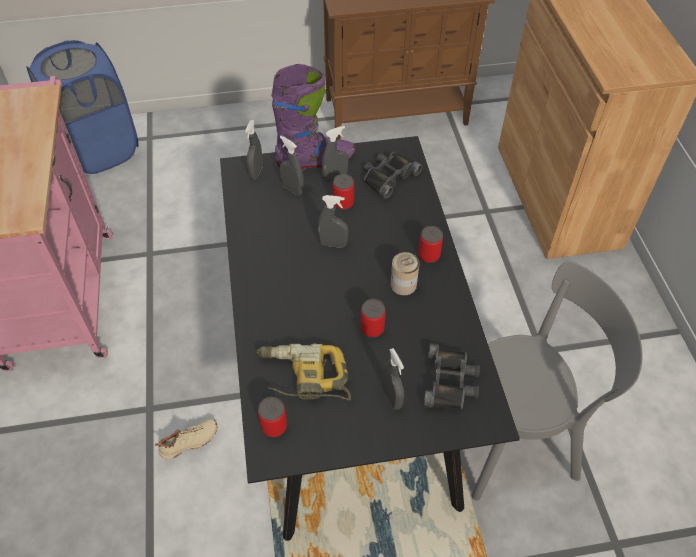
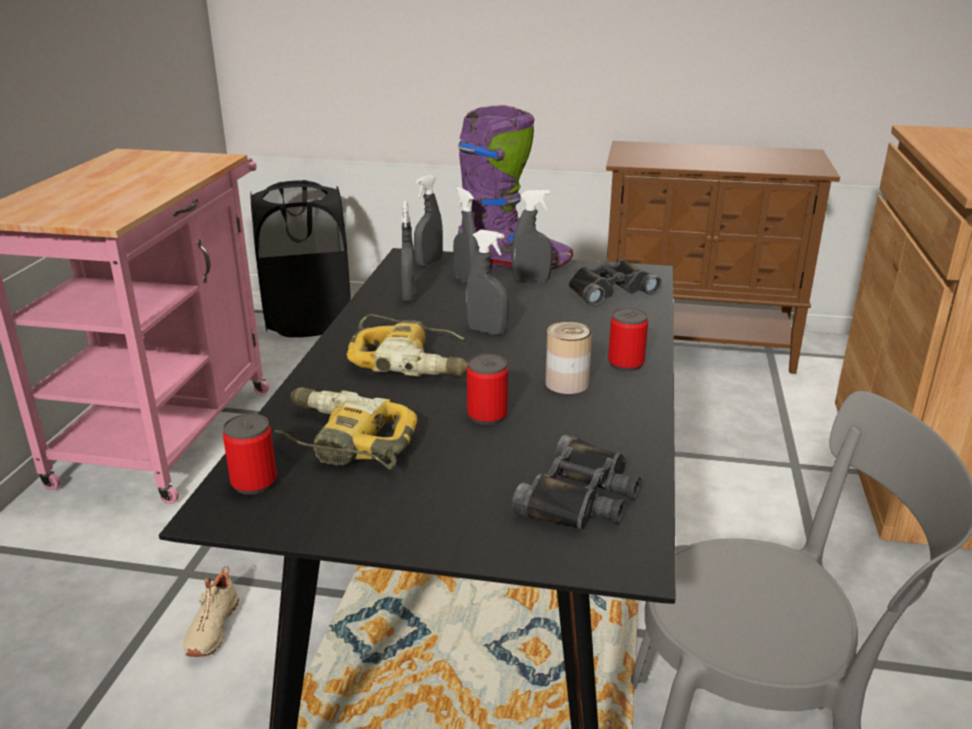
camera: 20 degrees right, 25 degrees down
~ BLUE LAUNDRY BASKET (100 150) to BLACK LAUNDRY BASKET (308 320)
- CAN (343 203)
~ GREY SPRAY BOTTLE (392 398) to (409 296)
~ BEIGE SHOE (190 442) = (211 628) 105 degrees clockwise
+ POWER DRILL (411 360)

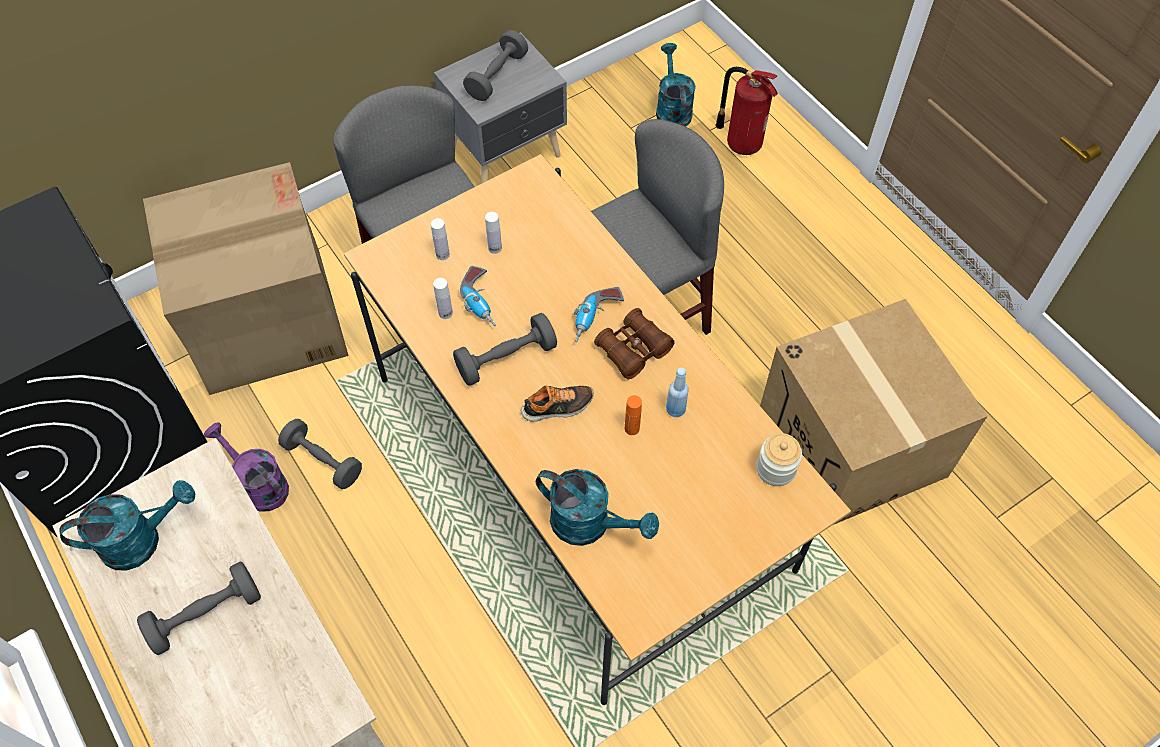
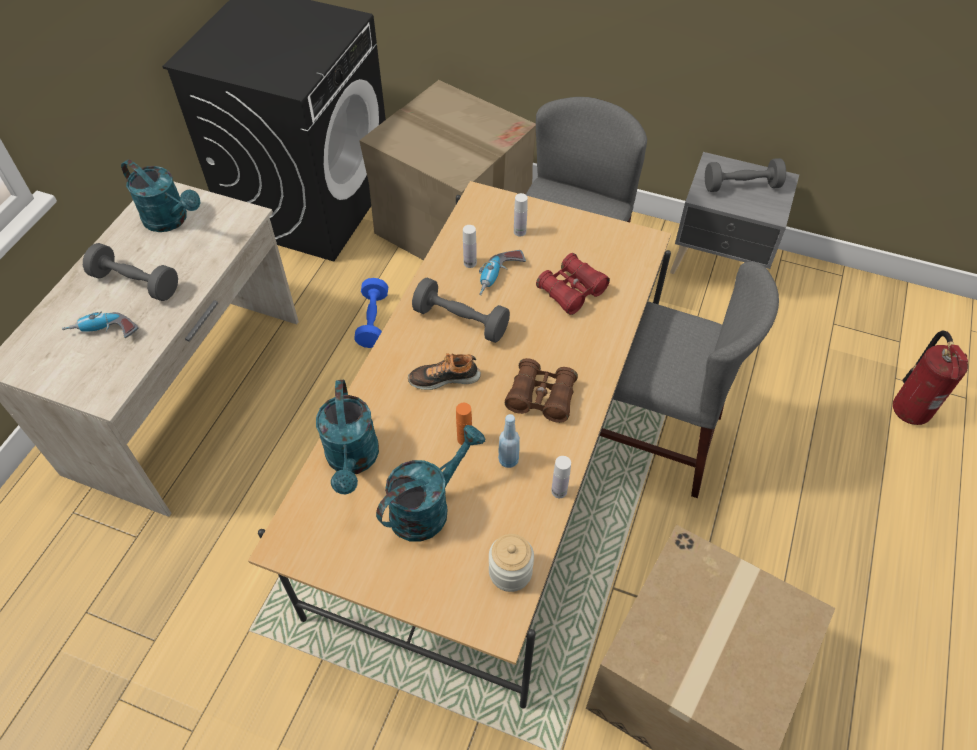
camera: 55 degrees right, 5 degrees down
~ TURQUOISE WATERING CAN (672 109) to (428 506)
~ WHITE BOTTLE (495 248) to (559 491)
~ POWER DRILL (596 319) to (104 333)
~ SHOE (557 407) = (444 378) 135 degrees clockwise
~ GREY DUMBBELL (323 461) to BLUE DUMBBELL (373 321)
- PURPLE WATERING CAN (259 484)
+ RED BINOCULARS (571 291)

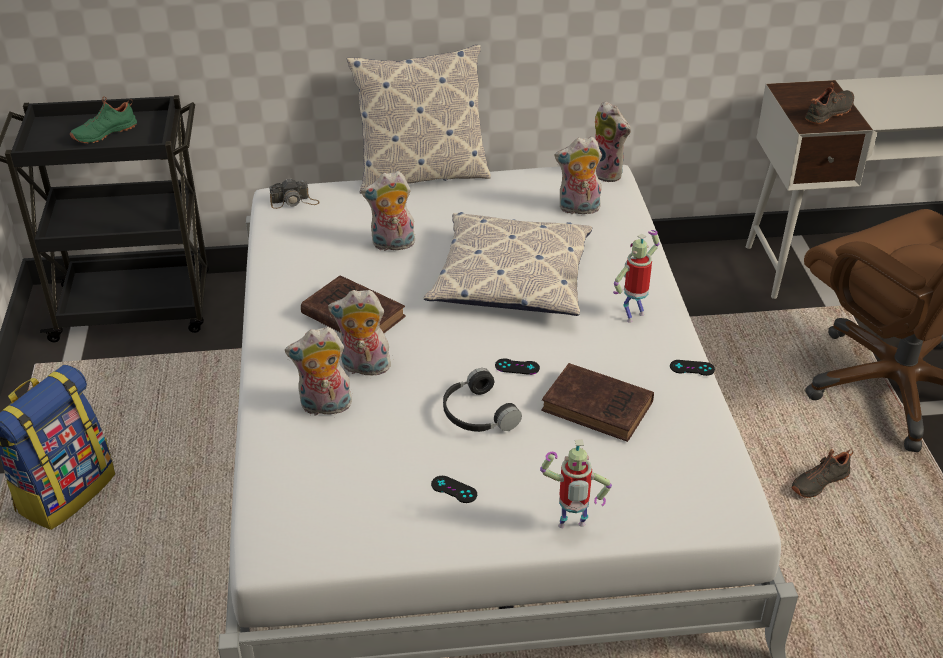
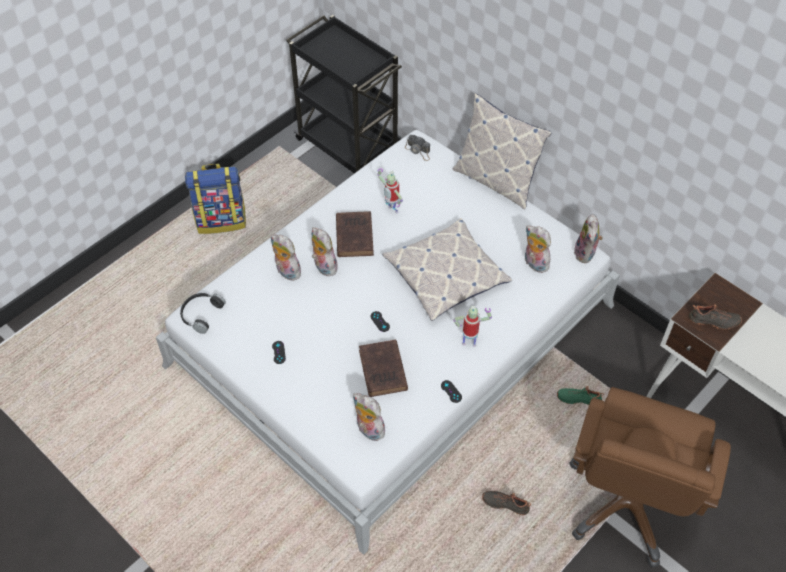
camera: 50 degrees right, 15 degrees up
~ GREEN SHOE (104 133) to (578 398)
~ PLUSH TOY (392 245) to (368 430)
~ BLACK HEADPHONES (476 414) to (201 314)
~ TOY ROBOT (571 528) to (391 210)

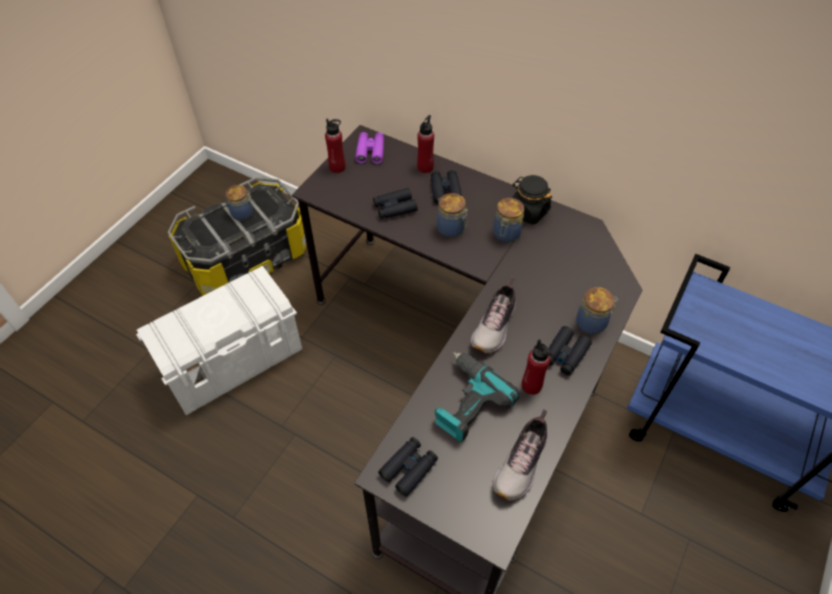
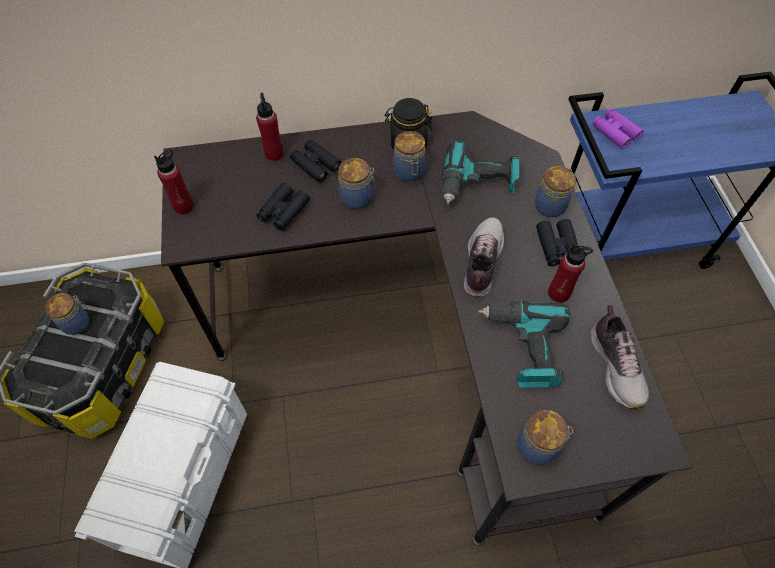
camera: 40 degrees left, 5 degrees up
~ PURPLE BINOCULARS (370 151) to (615 132)
~ SHOE (495 326) = (481 262) 150 degrees counterclockwise
~ BLACK BINOCULARS (409 468) to JAR (538 446)
+ POWER DRILL (477 184)

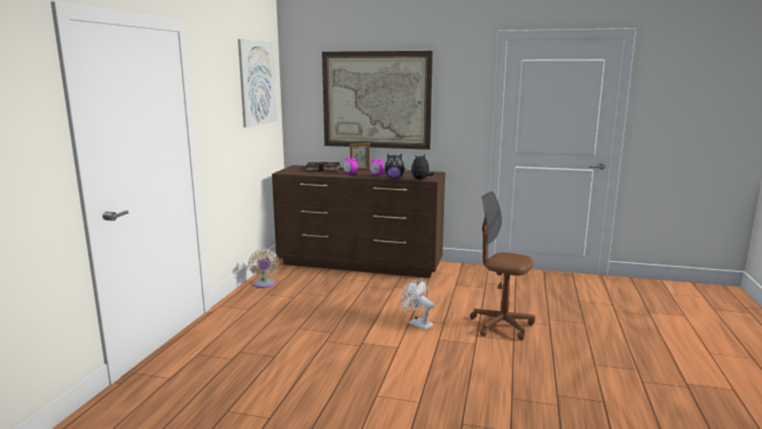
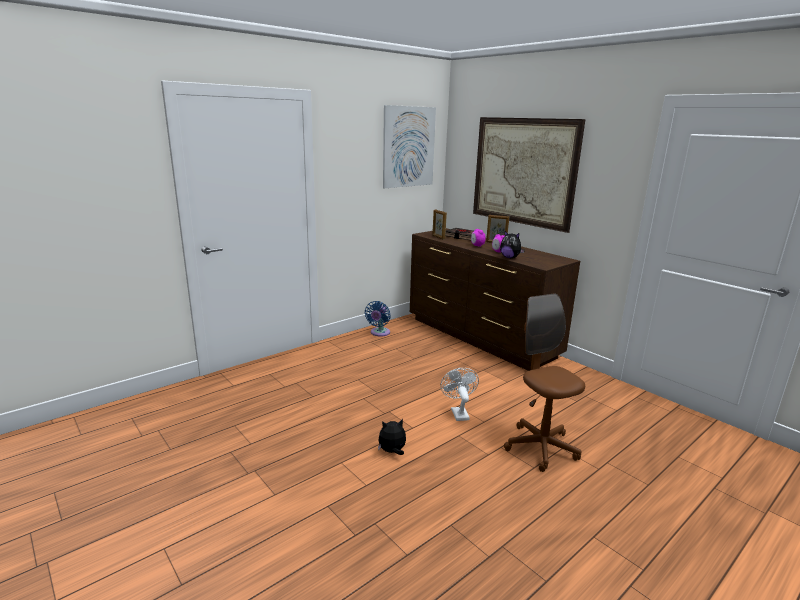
camera: 35 degrees right, 5 degrees up
~ PLUSH TOY (421 179) to (392 451)
~ BEIGE FAN (264 285) to BLUE FAN (379 333)
+ PICTURE FRAME (438 237)

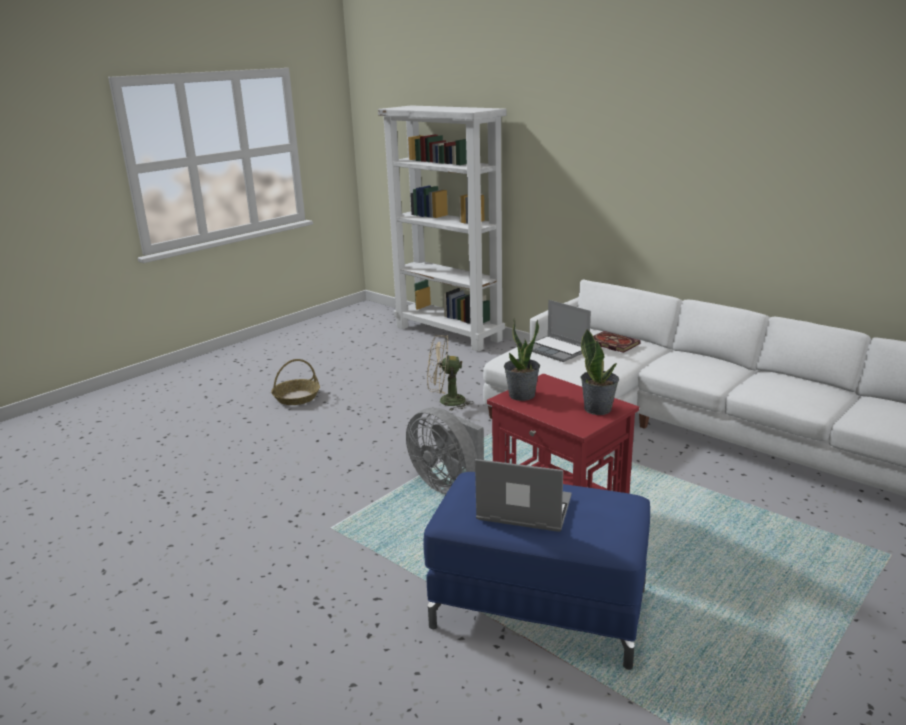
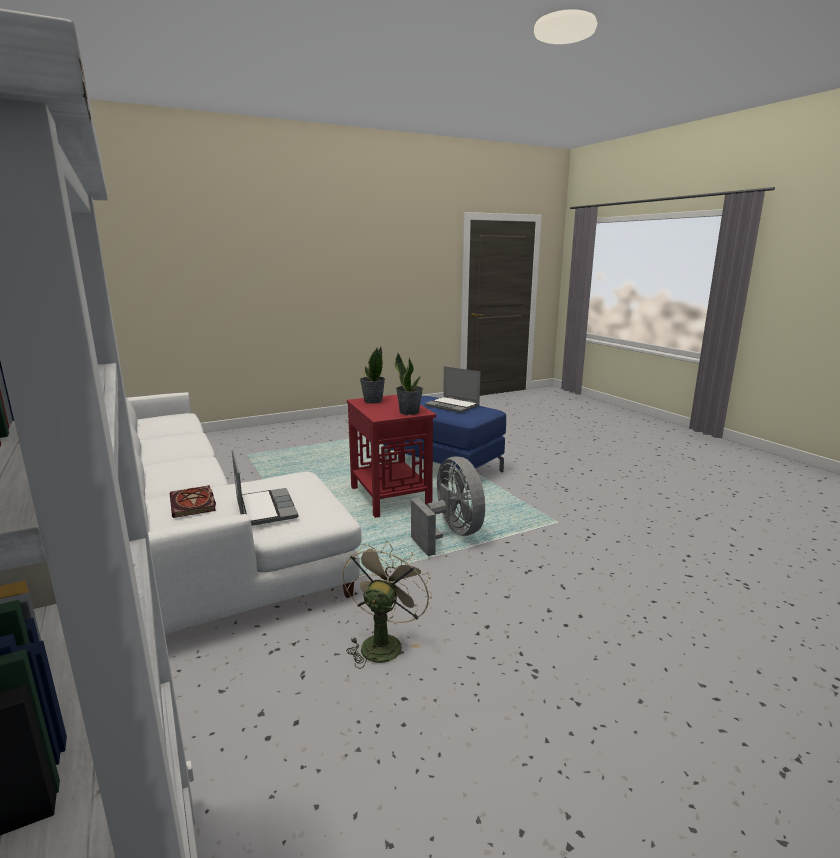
camera: 160 degrees left, 5 degrees down
~ BEIGE FAN (446 401) = (383 642) 90 degrees counterclockwise
- BASKET (297 397)

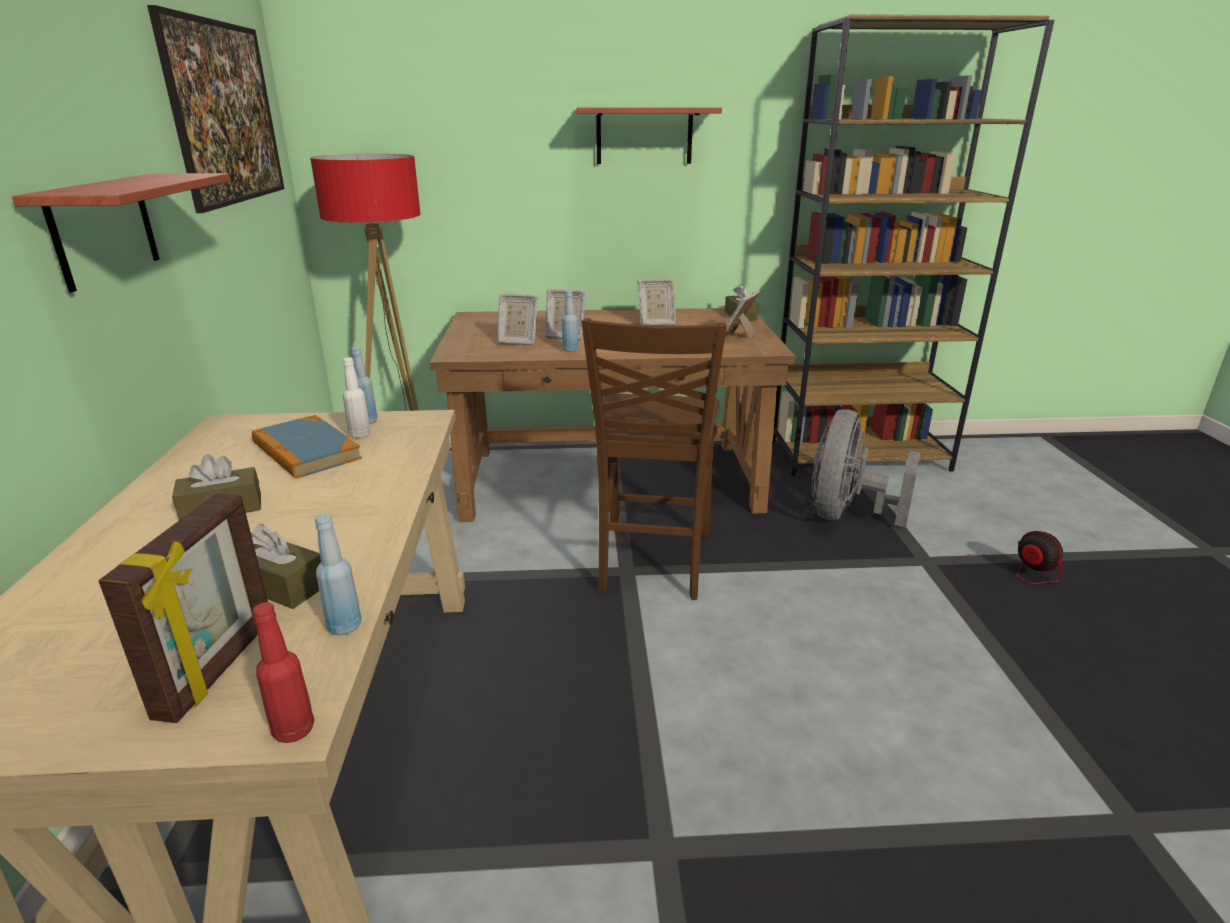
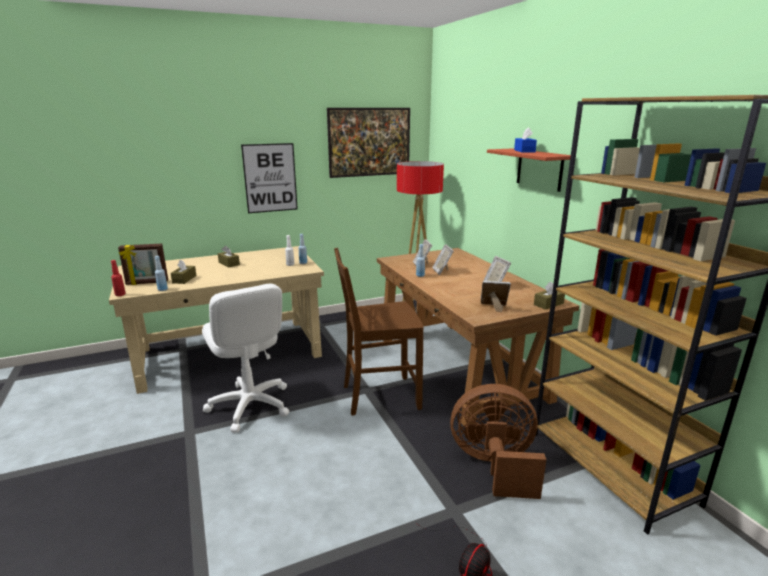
camera: 70 degrees right, 5 degrees down
~ SHELF (104 229) to PICTURE (270 178)
~ GREY FAN (846 514) to BROWN FAN (494 465)
- BOOK (306 451)
+ BLUE TISSUE BOX (524 151)
+ WHITE OFFICE CHAIR (250 405)

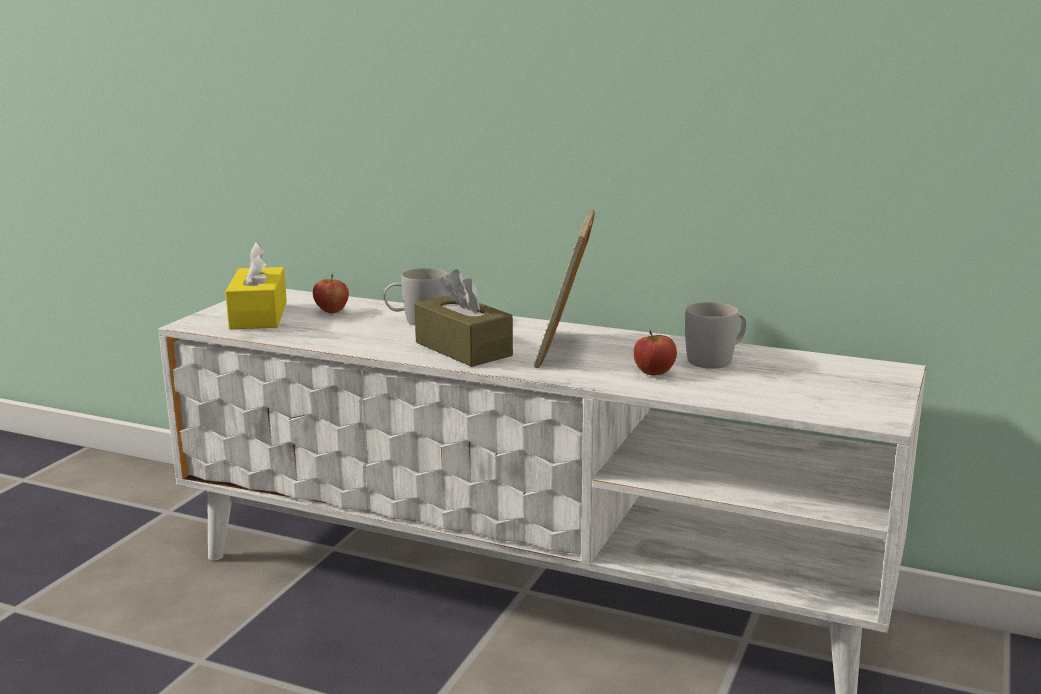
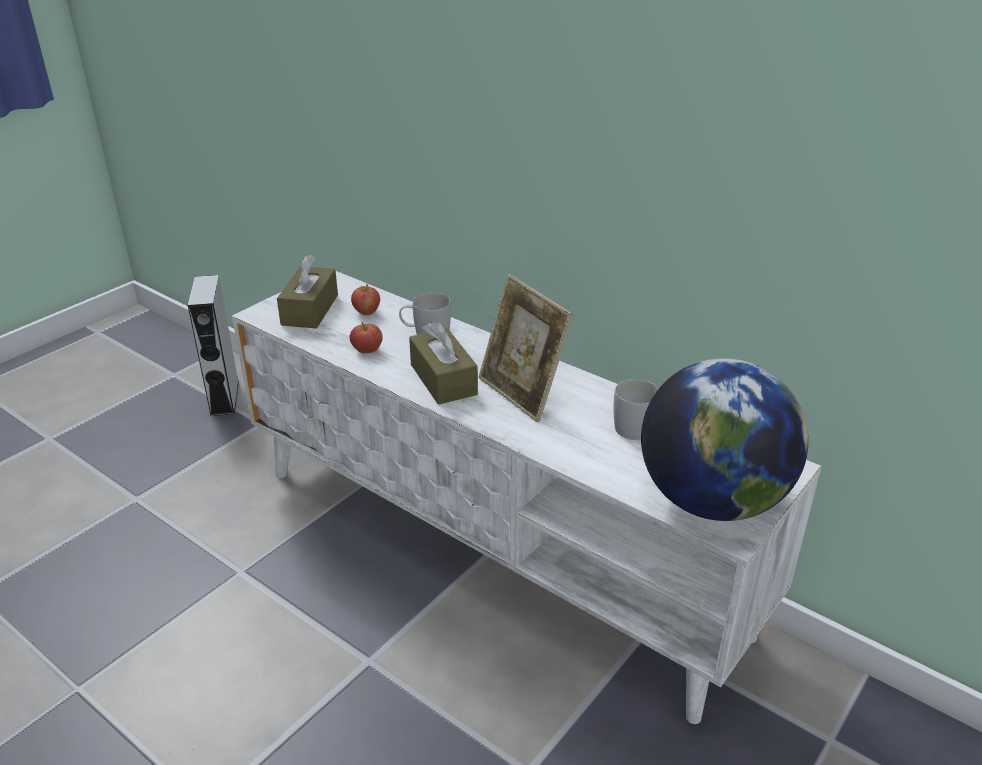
camera: 15 degrees right, 15 degrees up
~ PICTURE FRAME (564 350) = (522 394) 60 degrees counterclockwise
~ YELLOW TISSUE BOX (258 315) to BROWN TISSUE BOX (310 310)
~ APPLE (654 373) to (367 351)
+ GREY SPEAKER (224 398)
+ GLOBE (712 500)

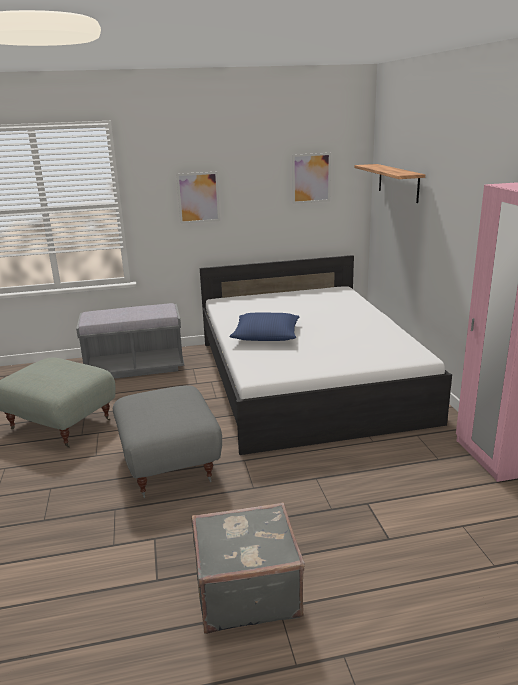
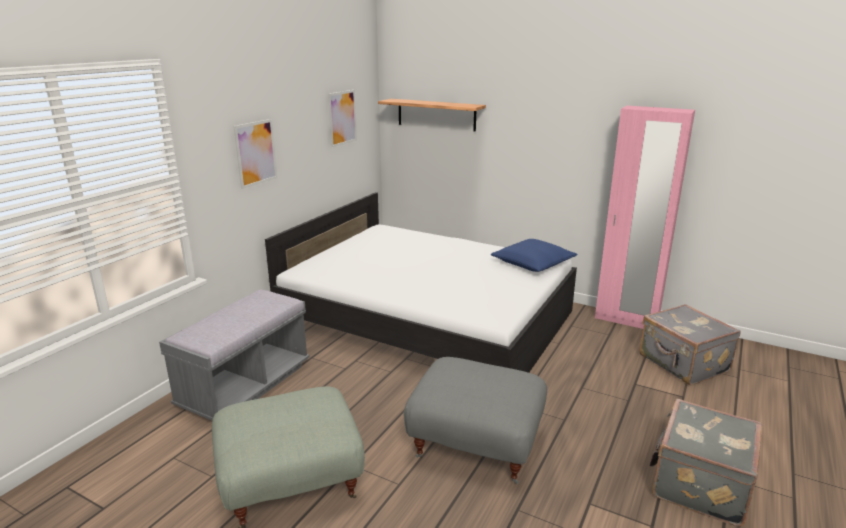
camera: 50 degrees left, 0 degrees up
~ BLUE PILLOW (266 335) to (532 263)
+ GREY SUITCASE (682 364)

